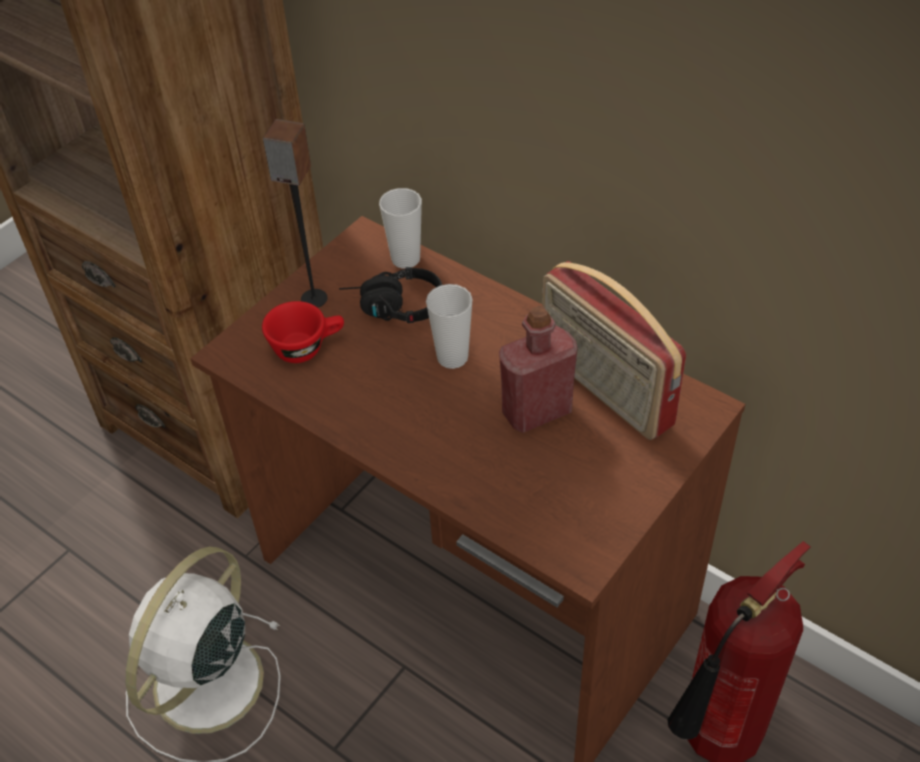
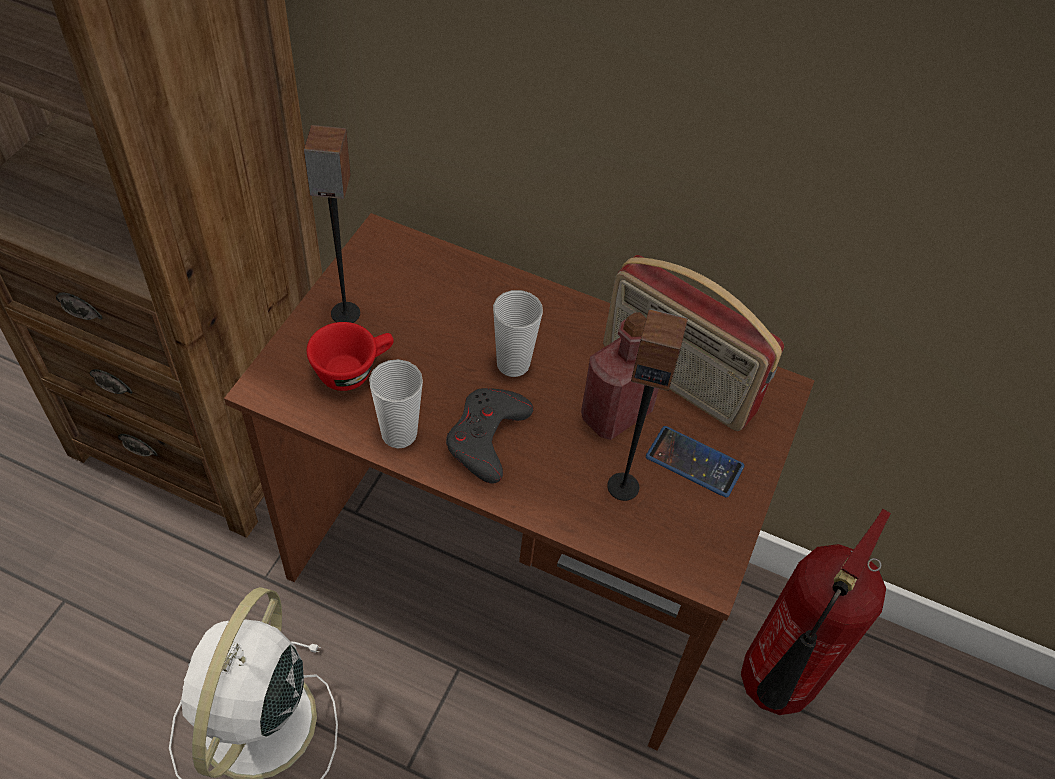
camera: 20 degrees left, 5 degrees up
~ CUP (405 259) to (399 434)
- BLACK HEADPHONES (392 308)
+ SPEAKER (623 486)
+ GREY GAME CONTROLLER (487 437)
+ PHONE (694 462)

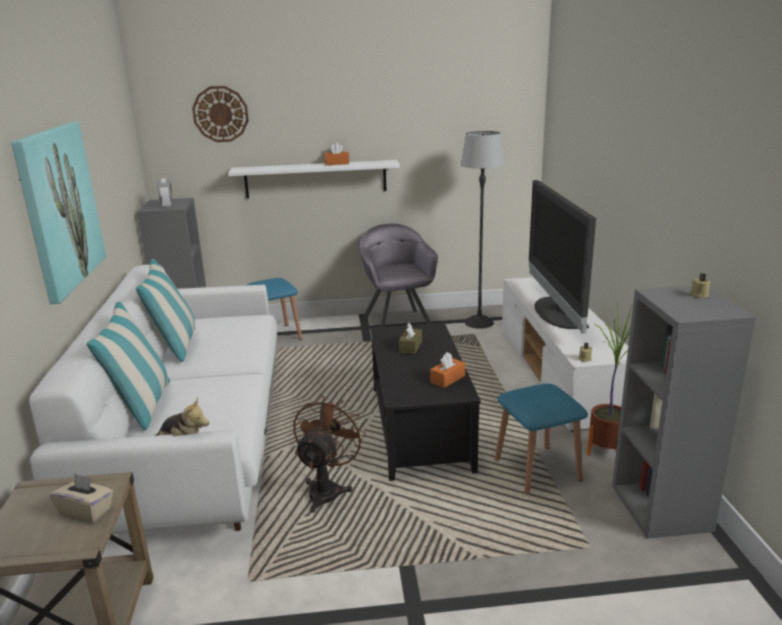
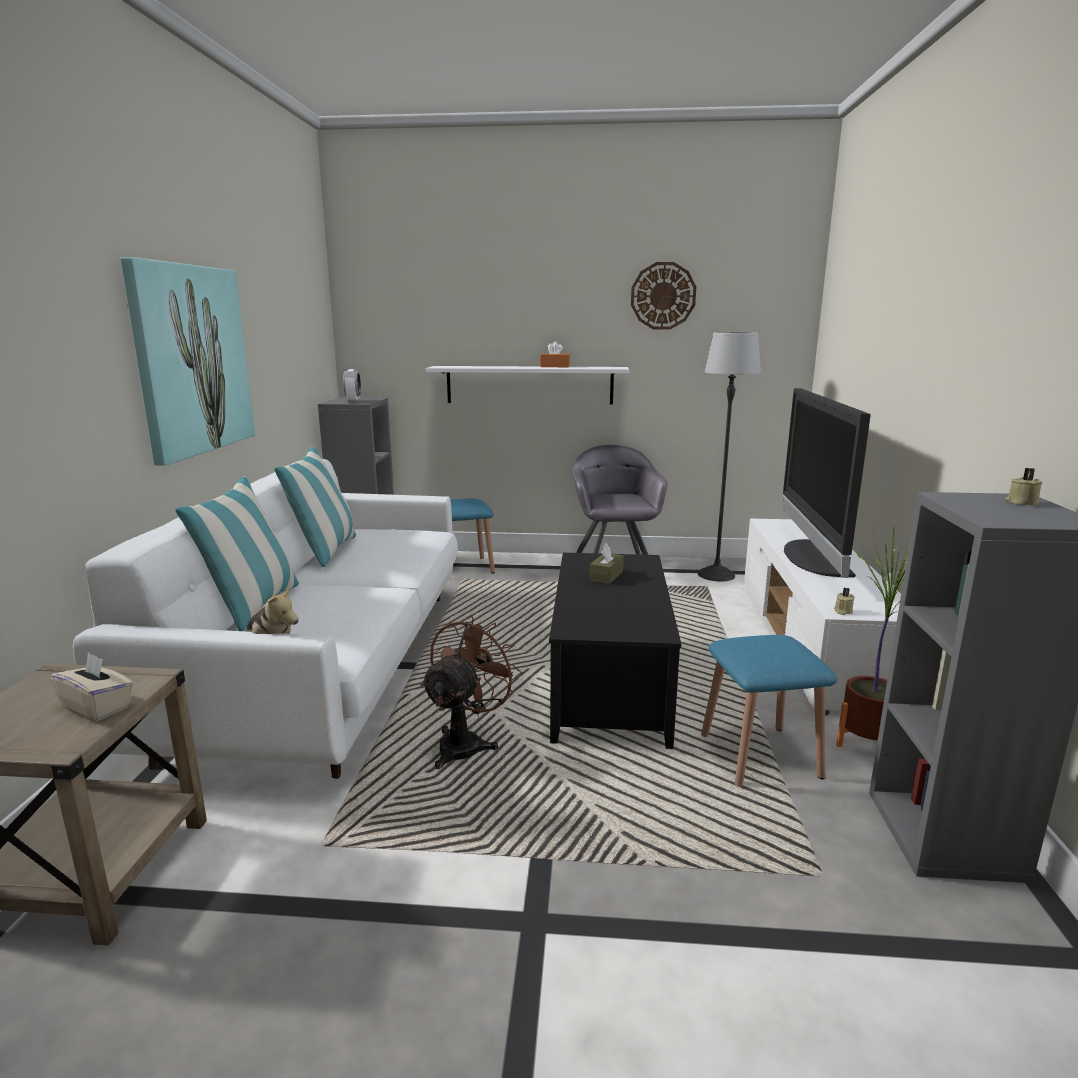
camera: 10 degrees right, 5 degrees down
~ WALL CLOCK (220 114) to (663 296)
- ORANGE TISSUE BOX (447 379)

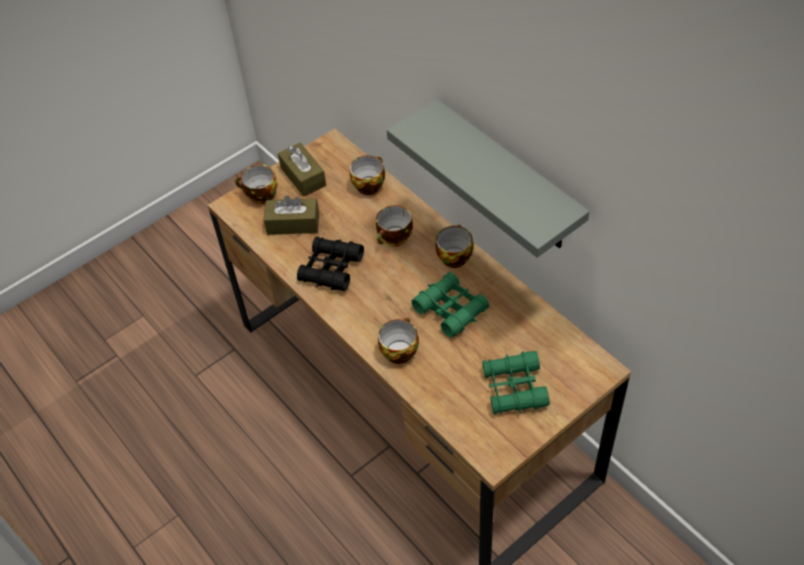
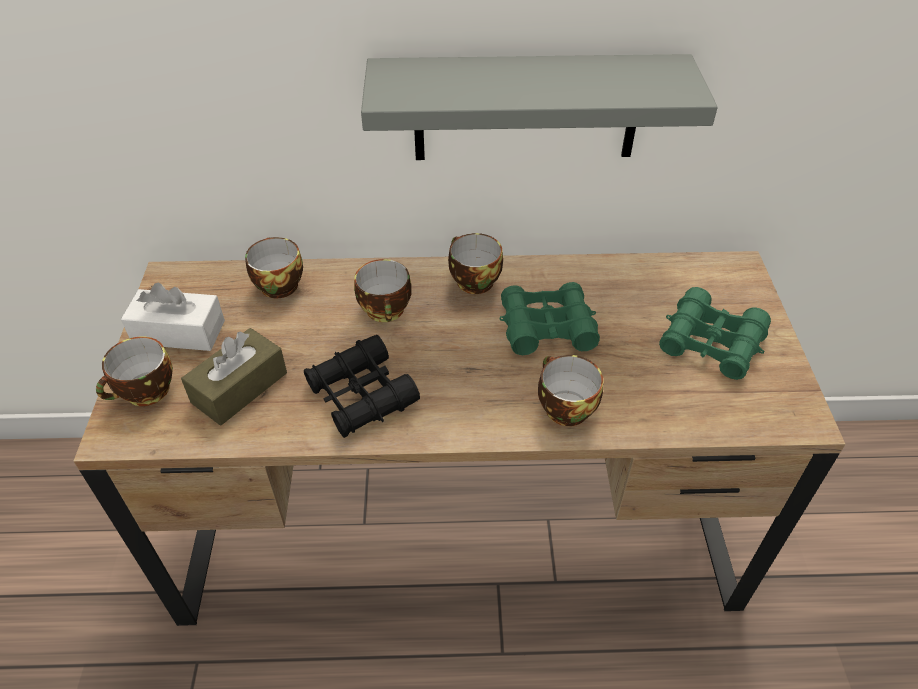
camera: 55 degrees left, 5 degrees down
~ BROWN TISSUE BOX (303 177) to WHITE TISSUE BOX (179 332)

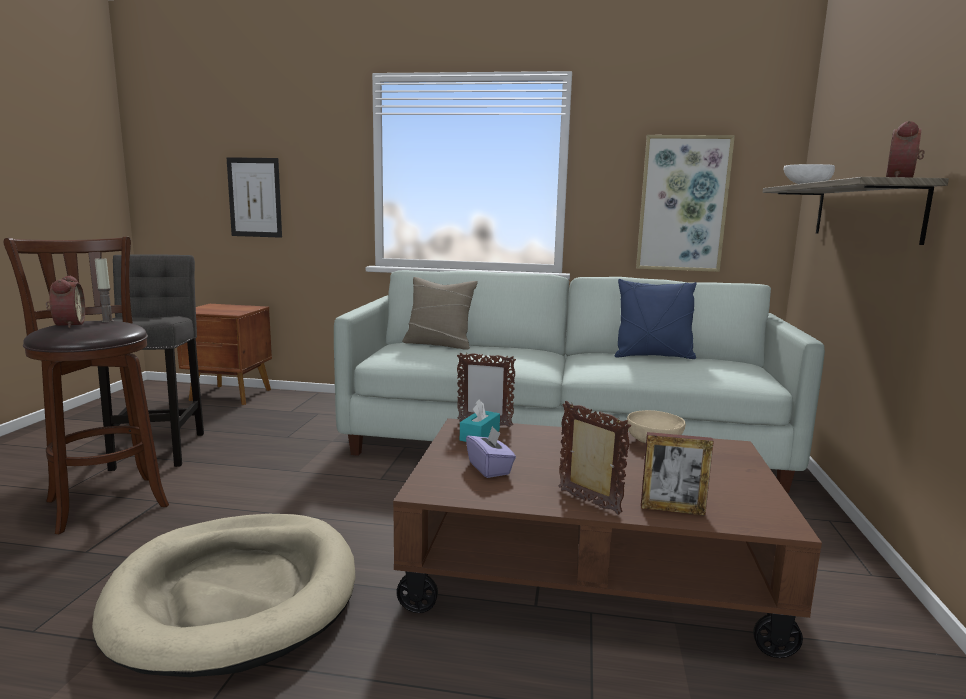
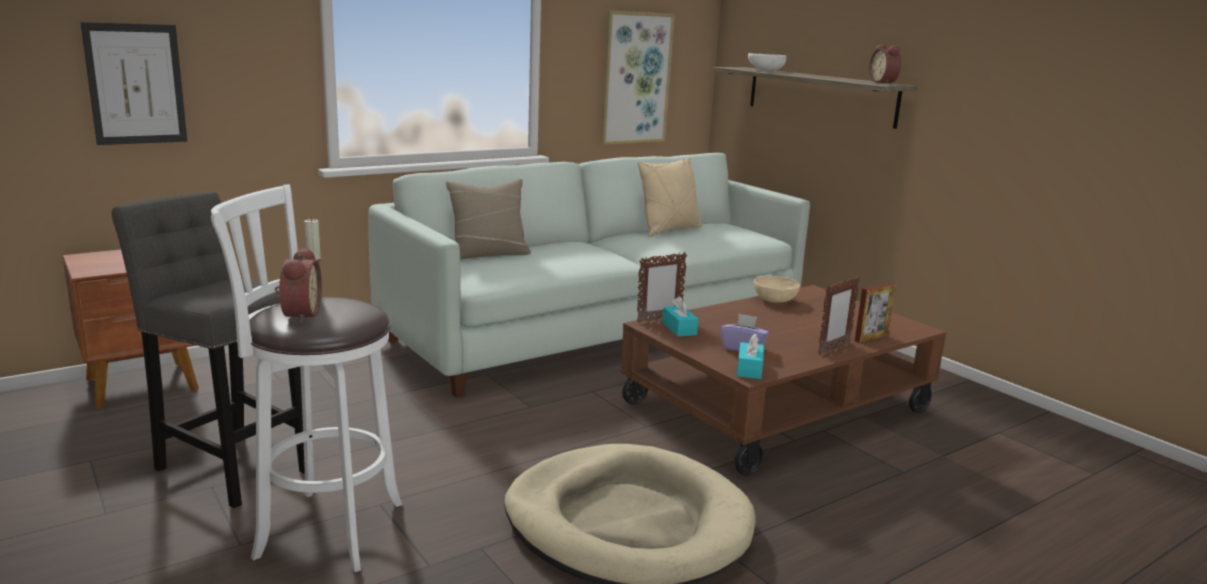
camera: 45 degrees left, 5 degrees up
~ BROWN STOOL (106 501) to WHITE STOOL (322 528)
~ ALARM CLOCK (67 325) = (298 315) 60 degrees clockwise
~ BLUE PILLOW (653 356) to BEIGE PILLOW (669 230)
~ PICTURE FRAME (589 502) = (833 349) 135 degrees clockwise
+ TURQUOISE TISSUE BOX (749 369)

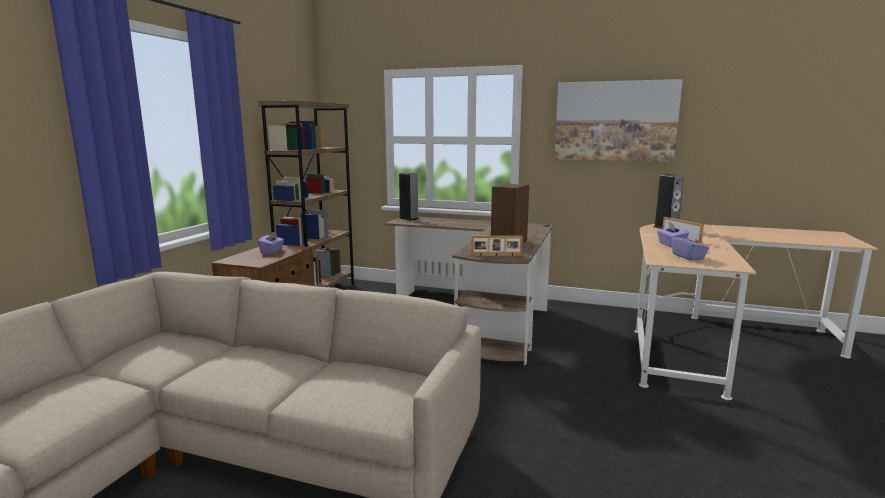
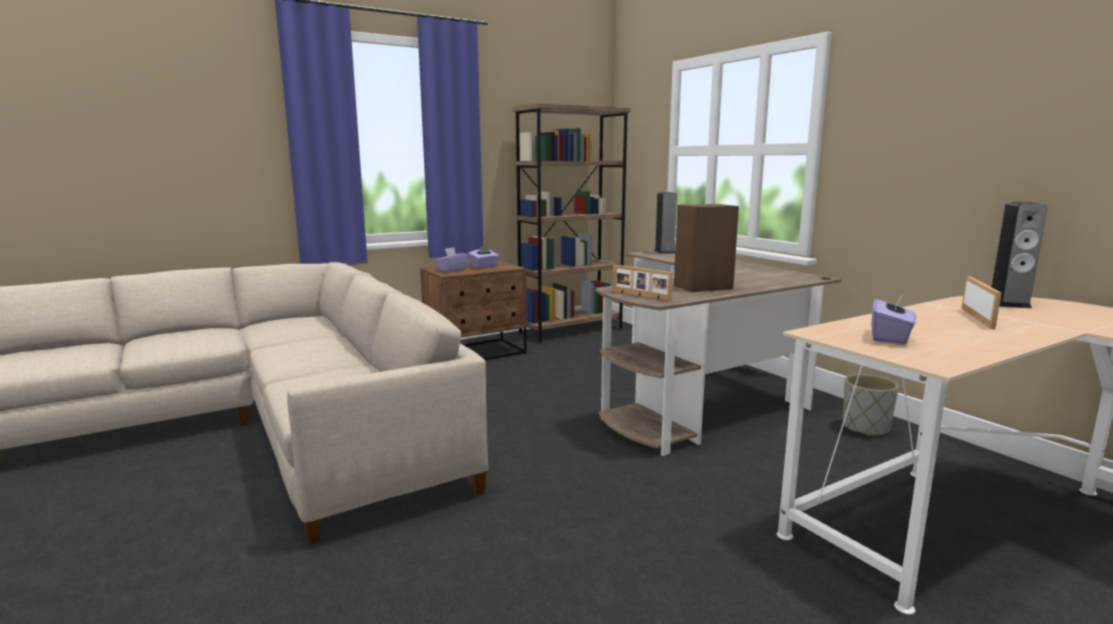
camera: 40 degrees right, 0 degrees up
- PICTURE (615 121)
~ PURPLE TISSUE BOX (671 245) to (452 270)
+ GREY PLANTER (866 428)

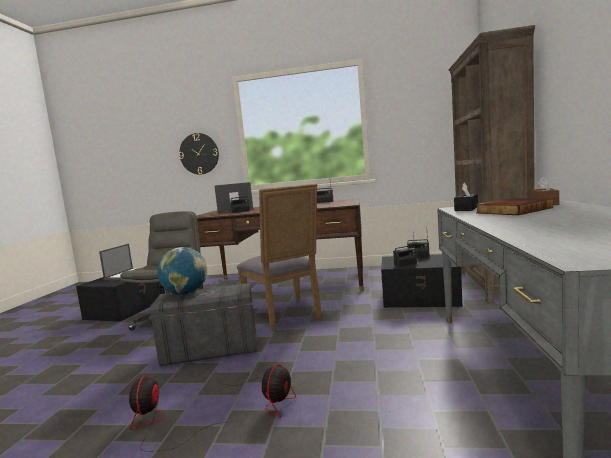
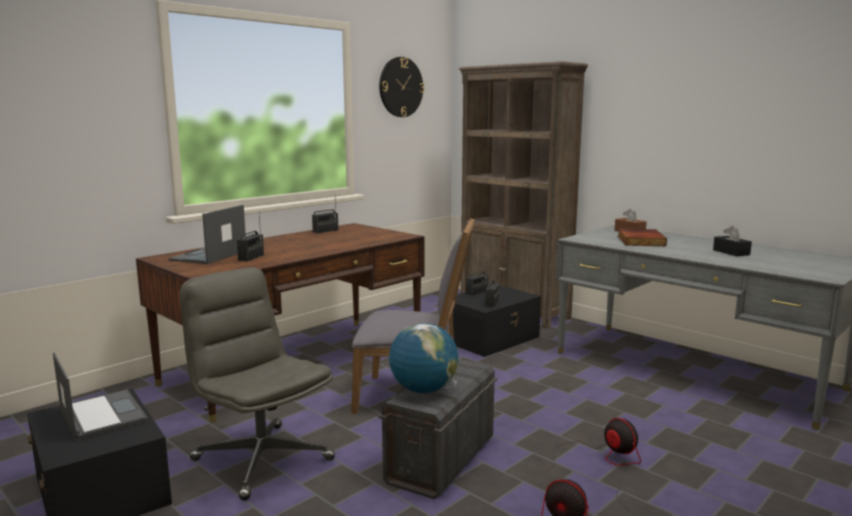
camera: 55 degrees left, 5 degrees up
~ WALL CLOCK (199 154) to (400 87)
~ BLACK TISSUE BOX (466 209) to (731 252)

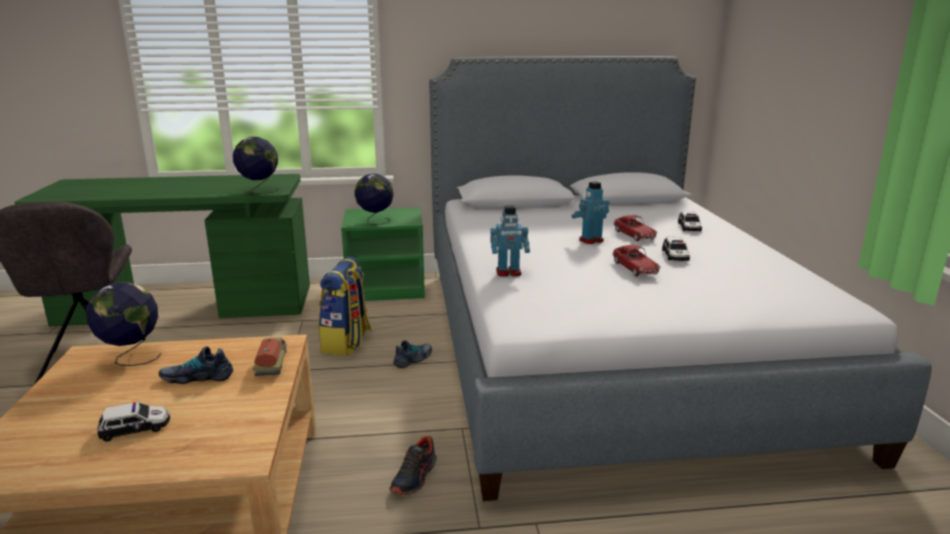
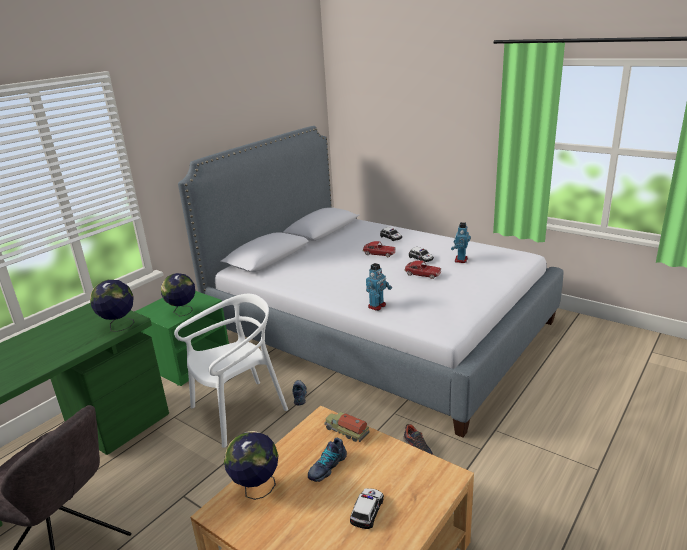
camera: 45 degrees left, 5 degrees up
~ TOY ROBOT (590 240) to (460 260)
~ BACKPACK (347 343) to WHITE CHAIR (239 411)

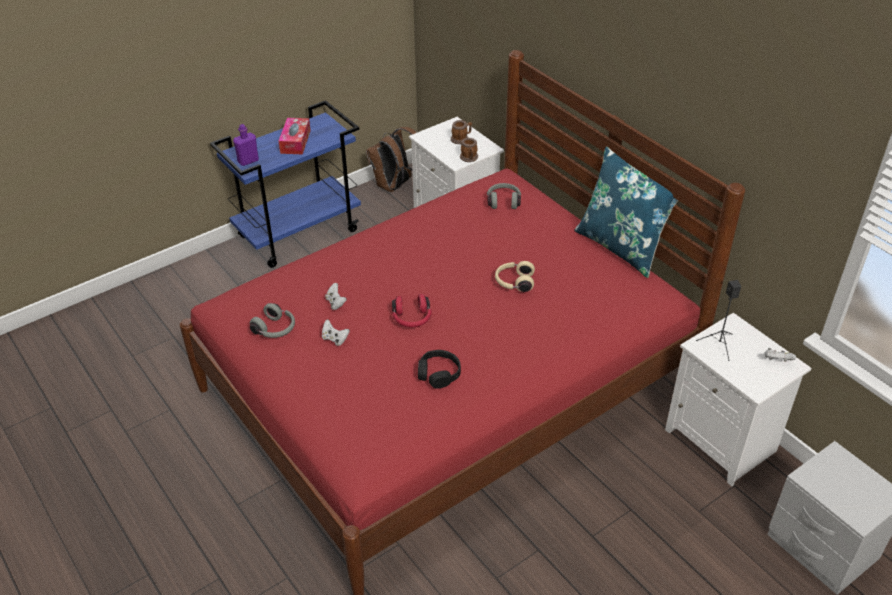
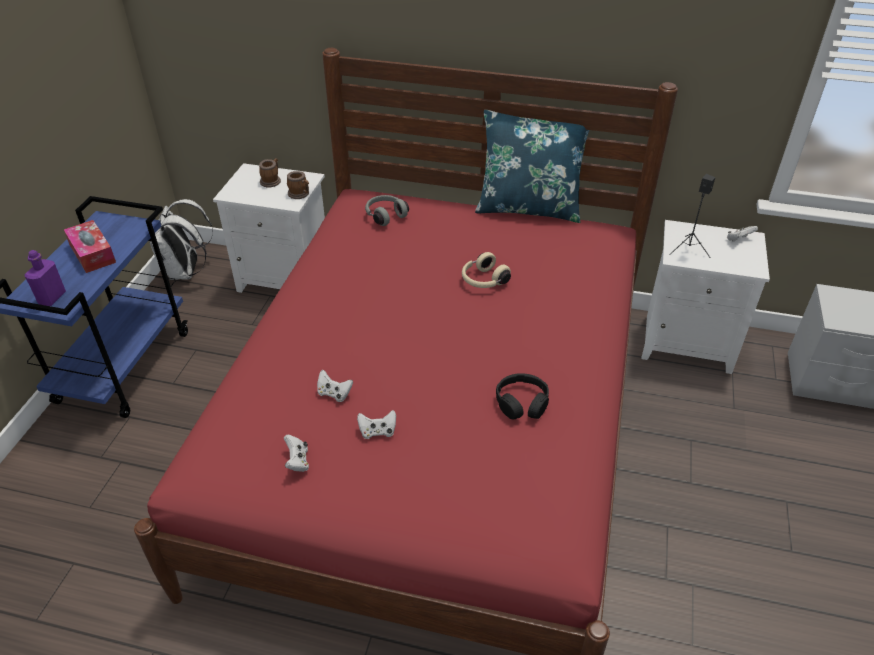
camera: 40 degrees left, 0 degrees up
~ BROWN BACKPACK (395 186) to WHITE BACKPACK (186 272)
- RED HEADPHONES (412 319)
~ GREY HEADPHONES (275 329) to WHITE GAME CONTROLLER (297 461)

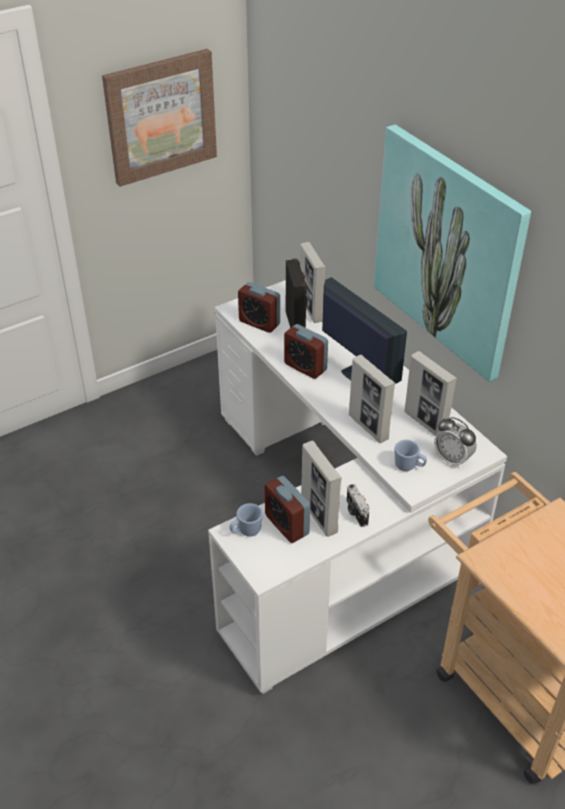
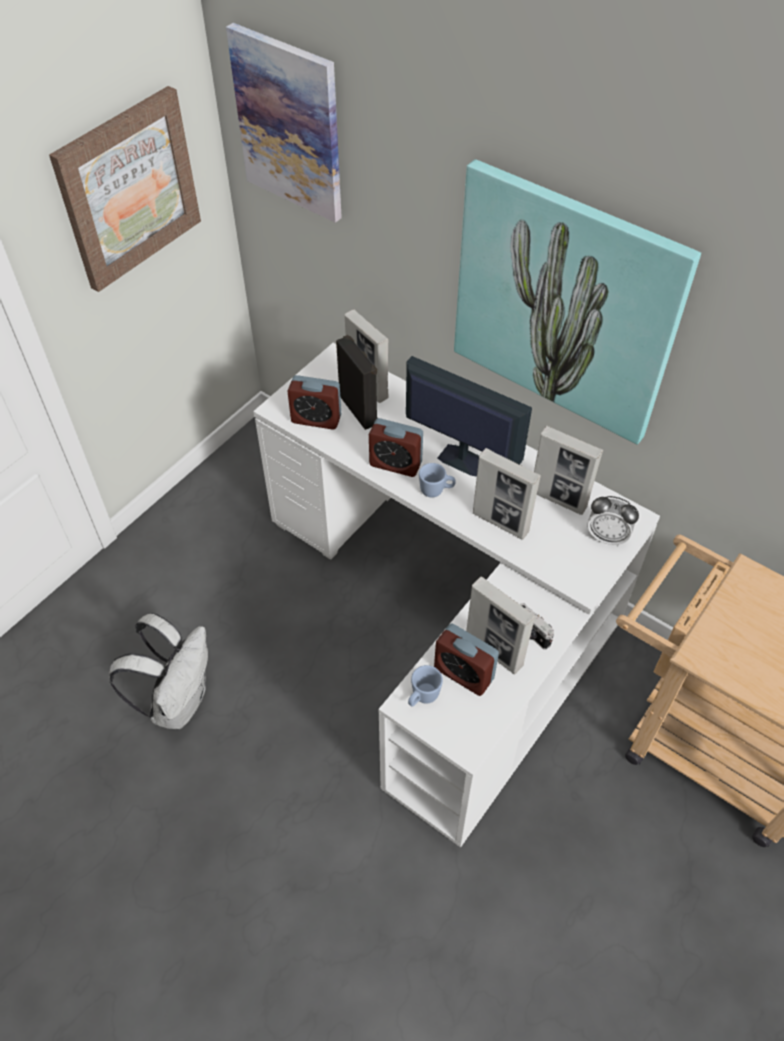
camera: 20 degrees left, 10 degrees up
~ BLUE MUG (409 466) to (436 490)
+ PICTURE (289 124)
+ WHITE BACKPACK (178 701)

